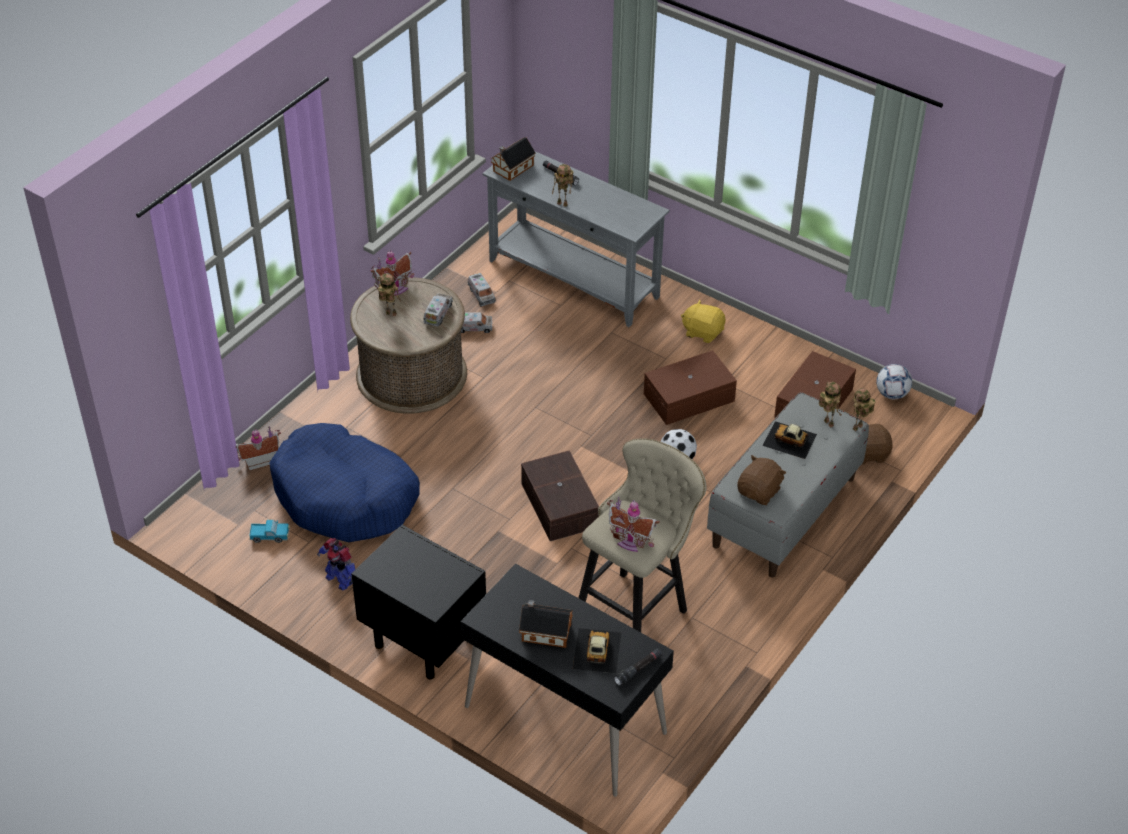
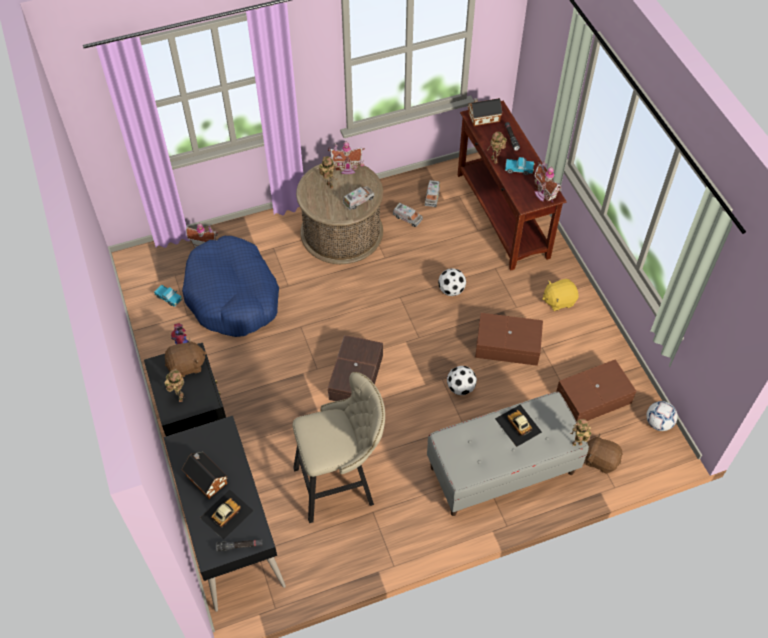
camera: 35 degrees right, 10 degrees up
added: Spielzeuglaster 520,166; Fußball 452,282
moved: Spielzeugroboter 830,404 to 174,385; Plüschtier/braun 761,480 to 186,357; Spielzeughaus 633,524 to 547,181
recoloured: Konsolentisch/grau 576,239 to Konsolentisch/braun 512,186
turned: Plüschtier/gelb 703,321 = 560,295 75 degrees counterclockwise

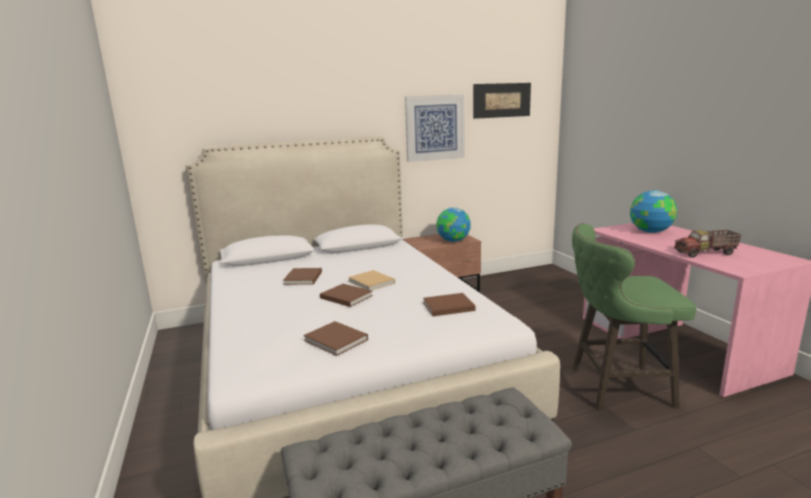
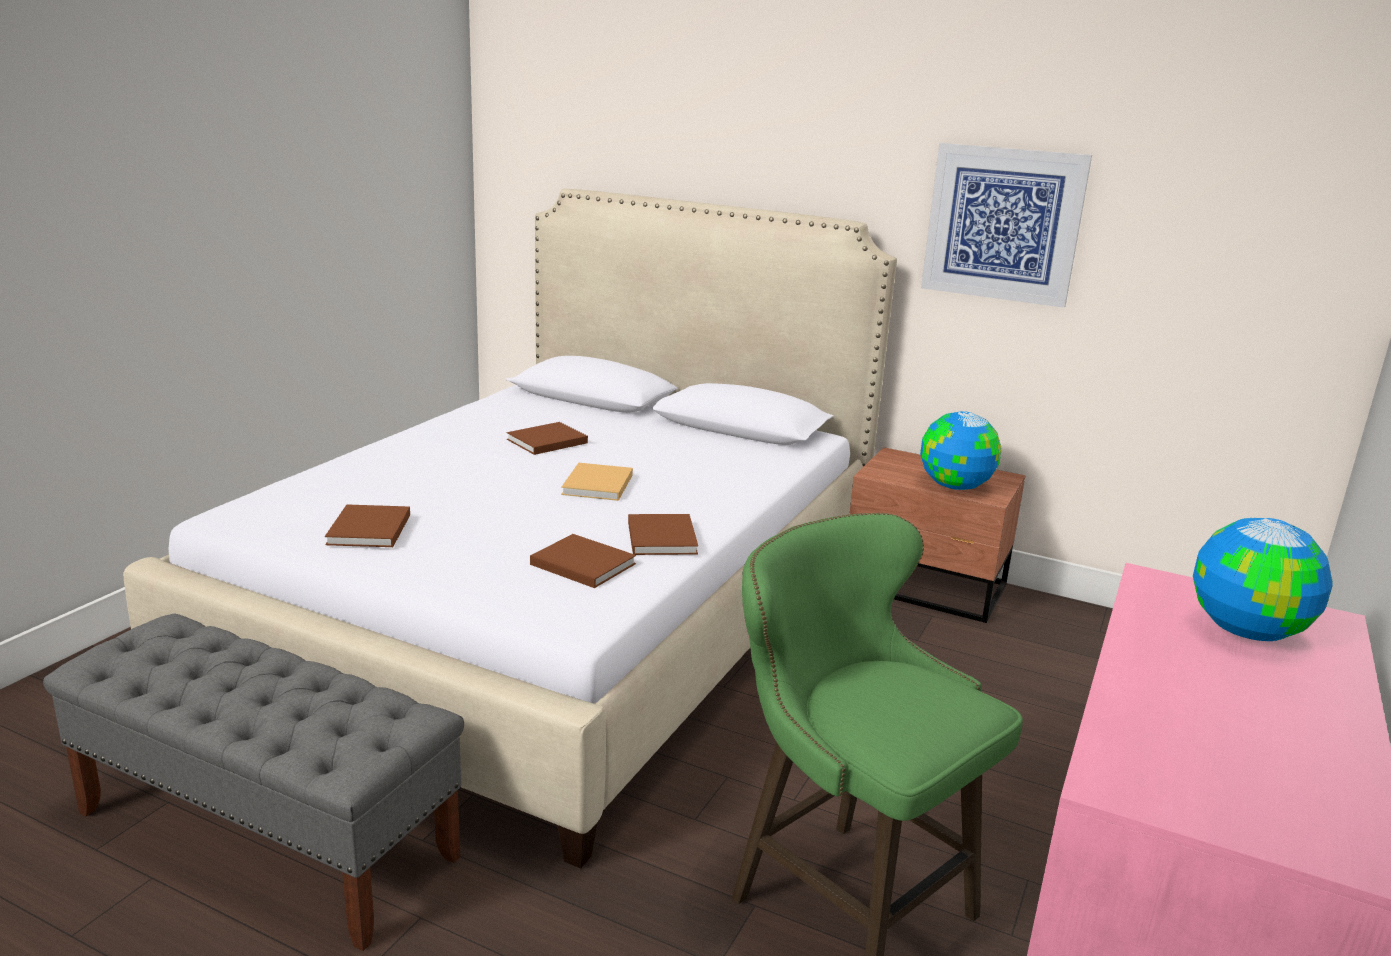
camera: 45 degrees right, 5 degrees up
removed: Bild 502,101; Spielzeuglaster 708,244
moved: Buch/braun 346,295 to 663,534

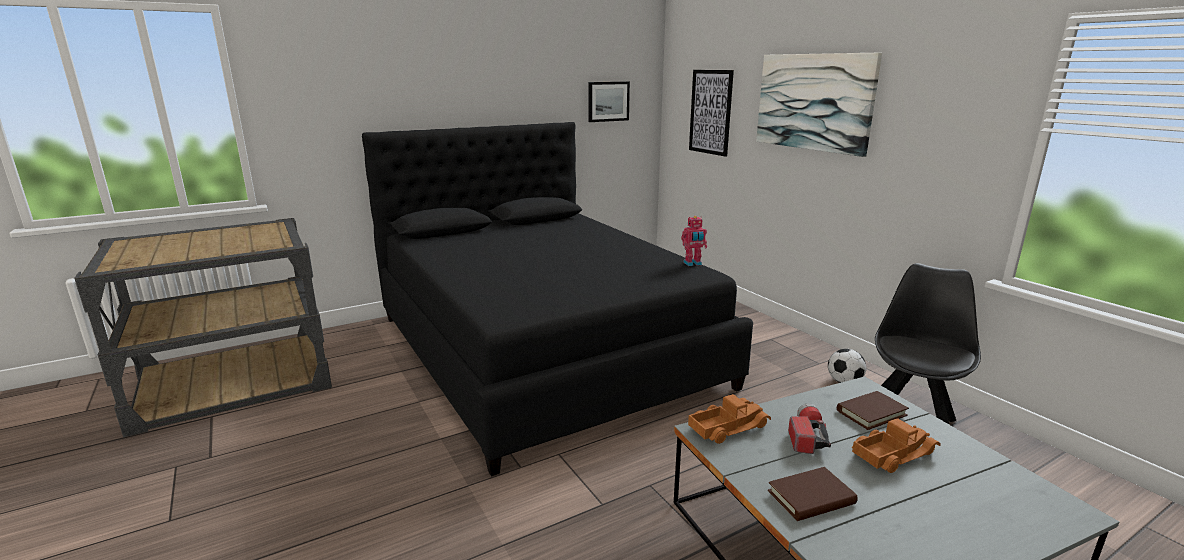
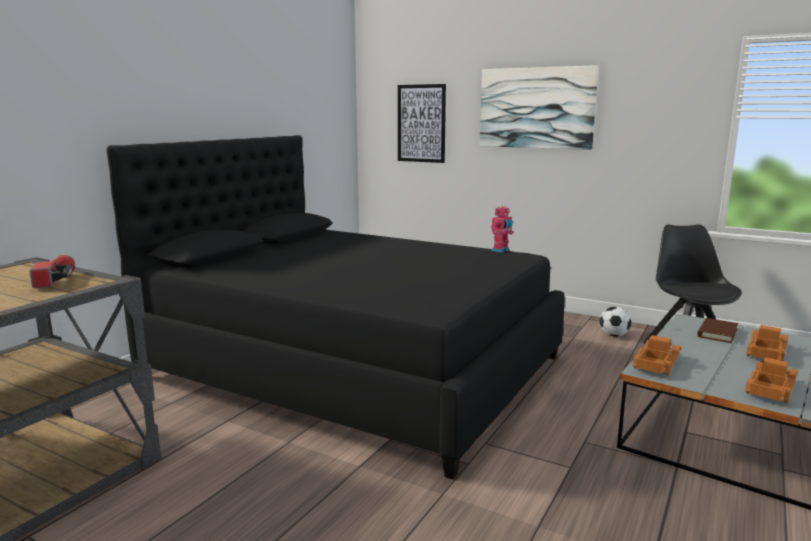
camera: 30 degrees left, 5 degrees down
removed: Bild 609,102
moved: Taschenlampe 809,428 to 52,271
replaced: Buch/braun 813,494 to Spielzeuglaster 771,380

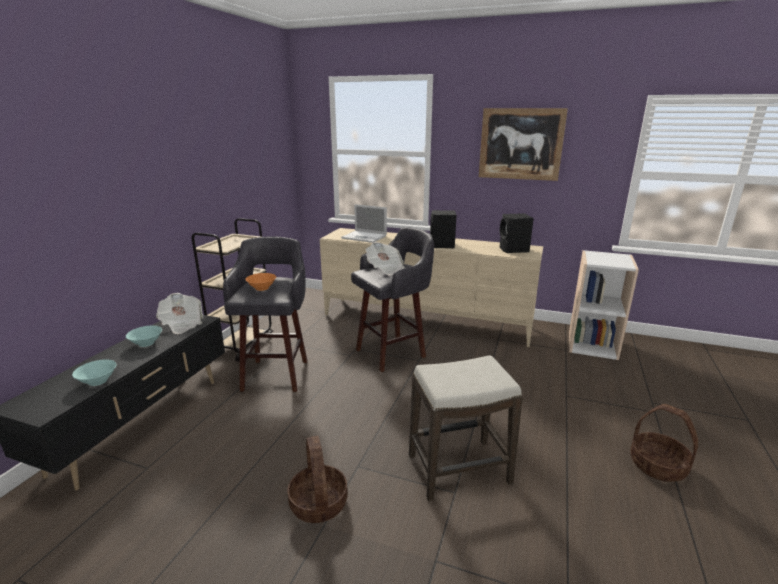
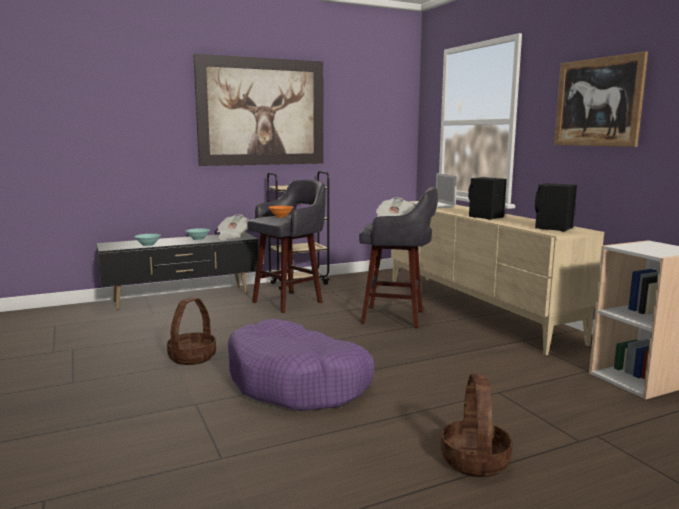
camera: 45 degrees right, 10 degrees down
added: Bild 258,110
replaced: Hocker 466,428 to Hundebett/lila 301,365

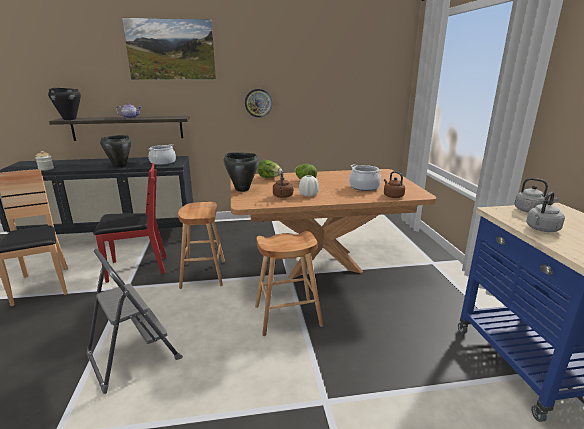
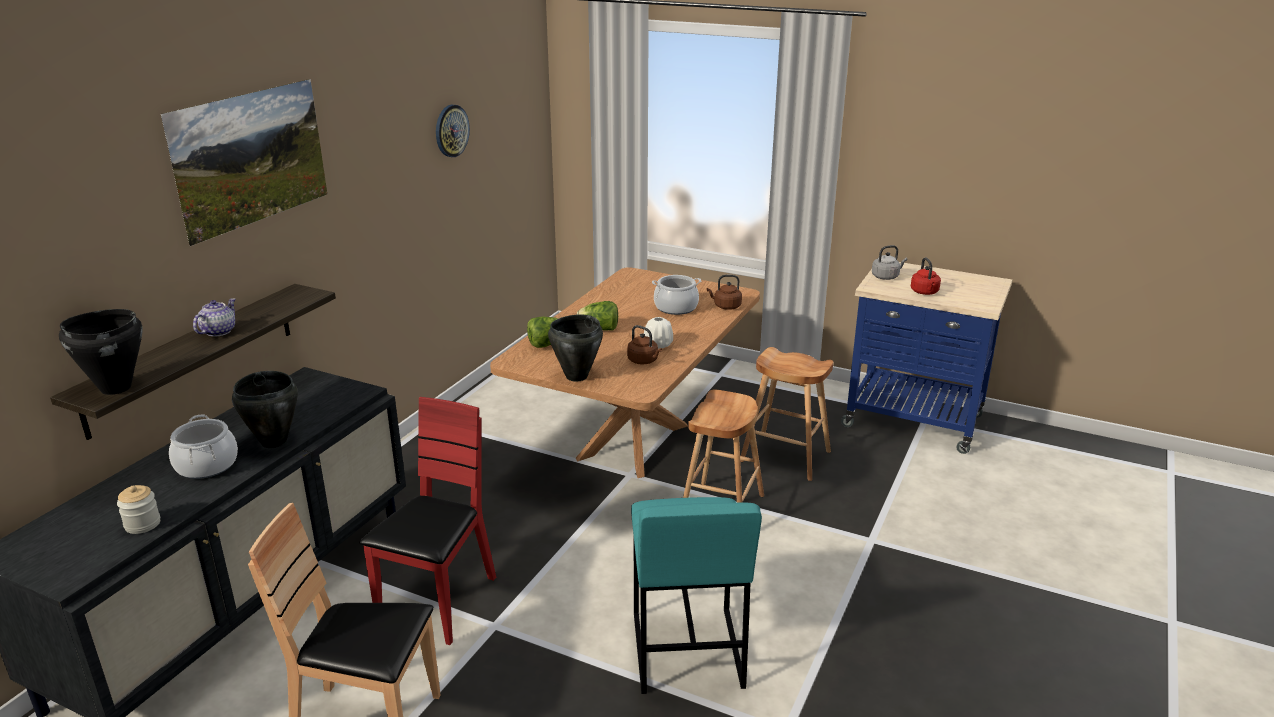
camera: 55 degrees left, 5 degrees up
moved: Wanduhr 258,103 to 453,131; Kochtopf 162,154 to 203,446; Hocker/braun 201,245 to 786,414
replaced: Trittleiter/grau 135,321 to Stuhl/türkis 696,595
recoloured: Wasserkessel/grau 545,212 to Wasserkessel/rot 926,276

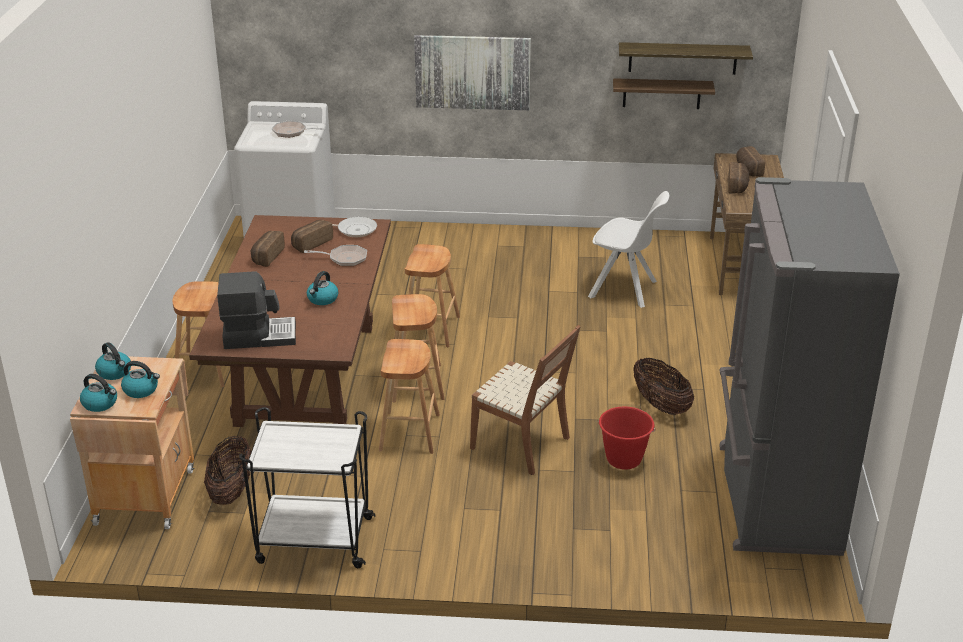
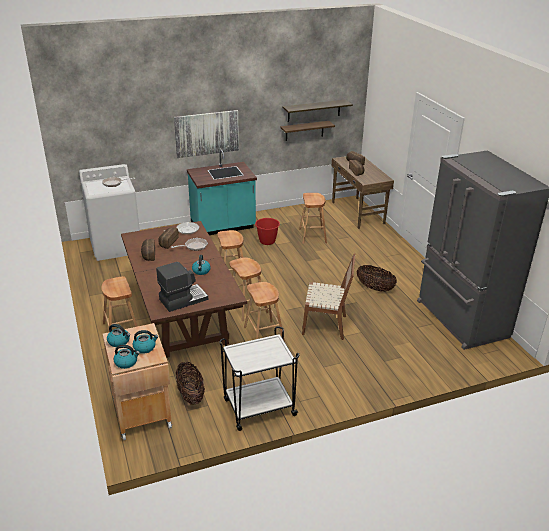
camera: 25 degrees left, 0 degrees up
added: Küchenzeile/türkis 222,192
moved: Eimer/rot 627,438 to 267,231
replaced: Stuhl/weiß 628,249 to Hocker/braun 313,218

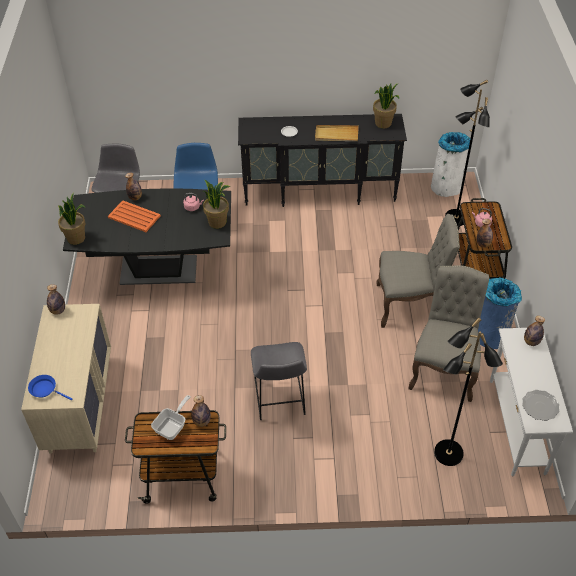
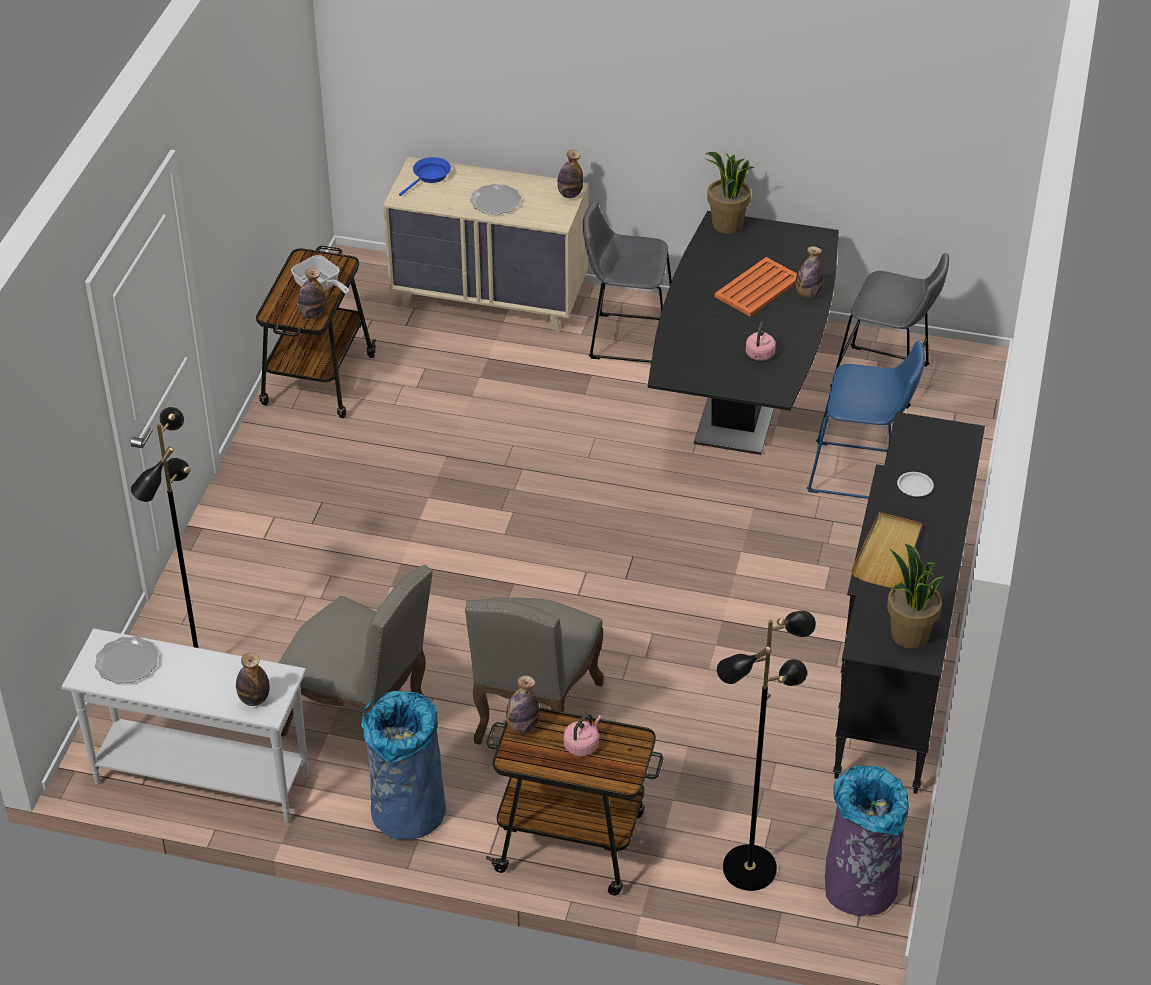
camera: 105 degrees right, 5 degrees down
removed: Topfpflanze 216,204
added: Teller 496,199
moved: Hocker/grau 279,381 to 627,282
recoloured: Mülleimer/weiß 450,164 to Mülleimer/lila 867,841

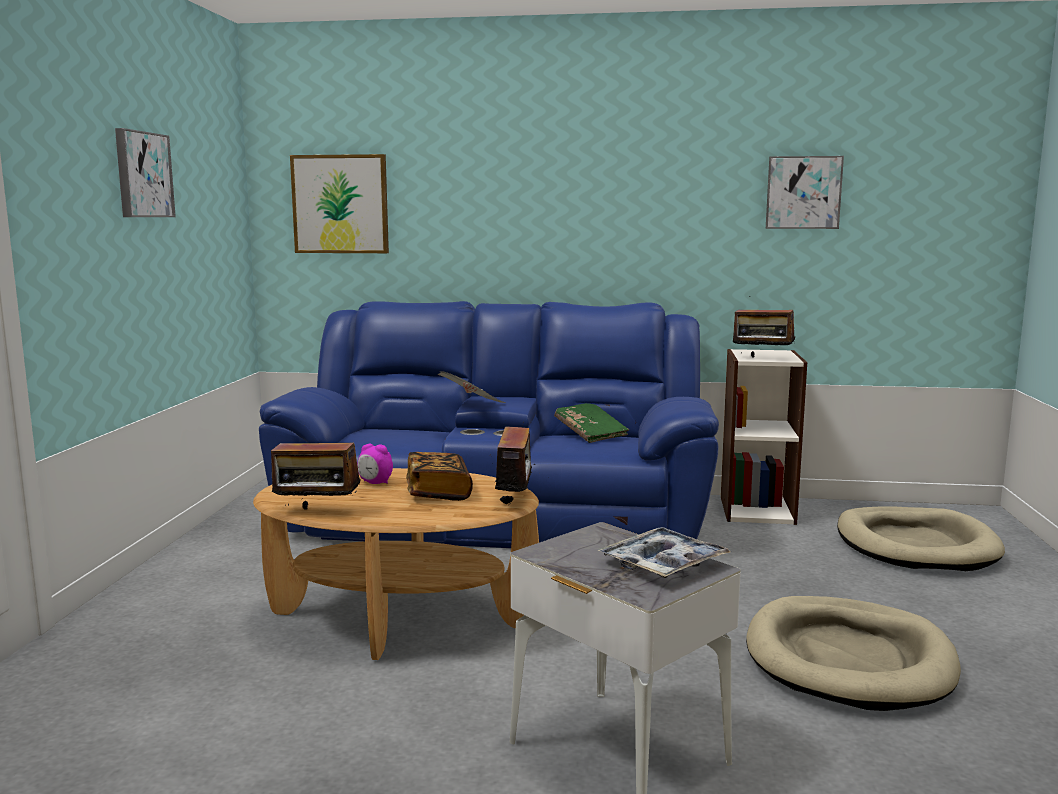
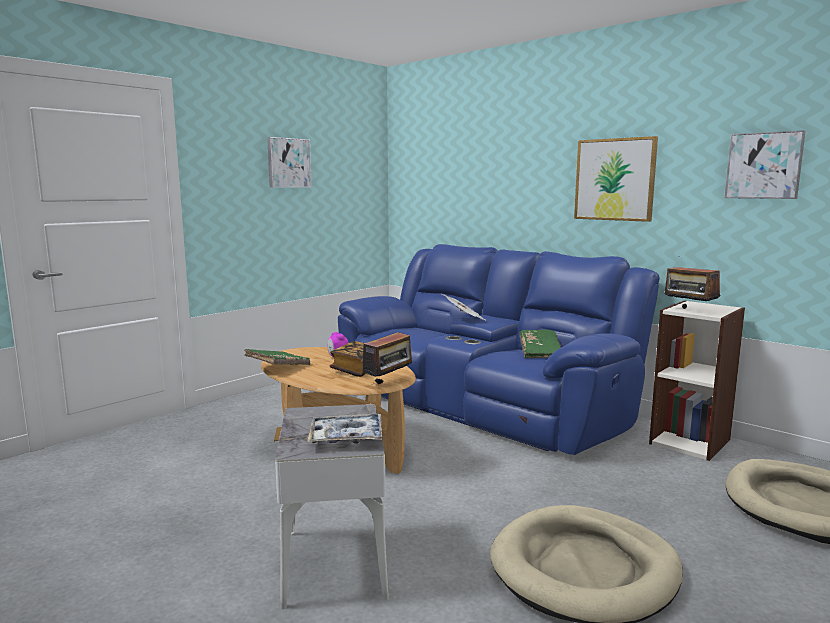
camera: 35 degrees right, 0 degrees up
moved: Bild 339,203 to 616,179
replaced: Radio 316,469 to Buch/grün 277,357

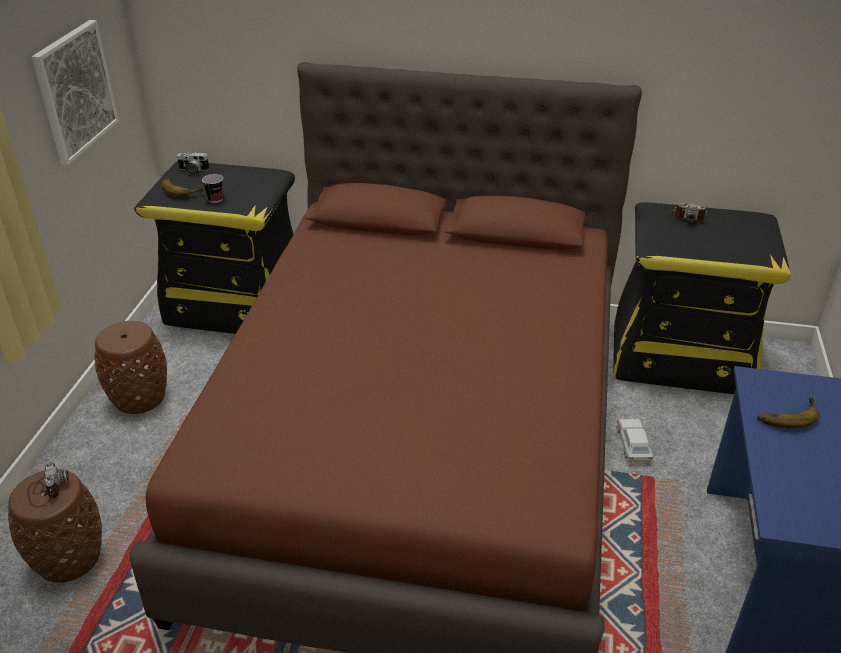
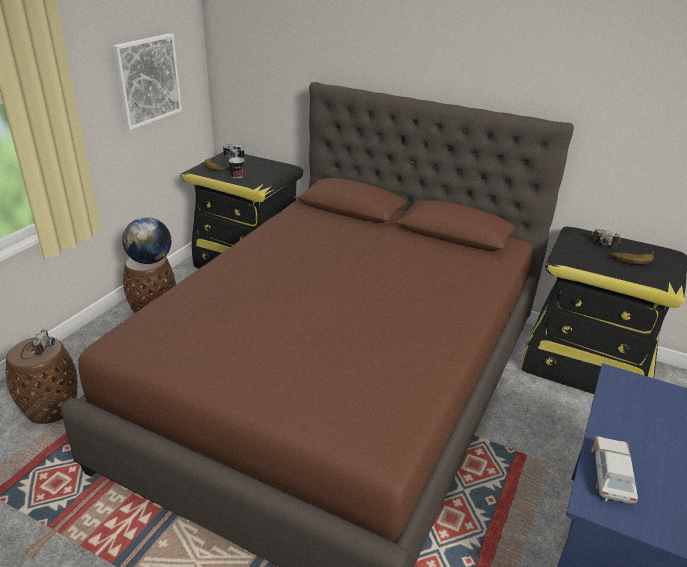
camera: 15 degrees right, 5 degrees down
added: Globus 146,240
moved: Banane 788,413 to 632,258; Spielzeugauto 634,441 to 614,470

